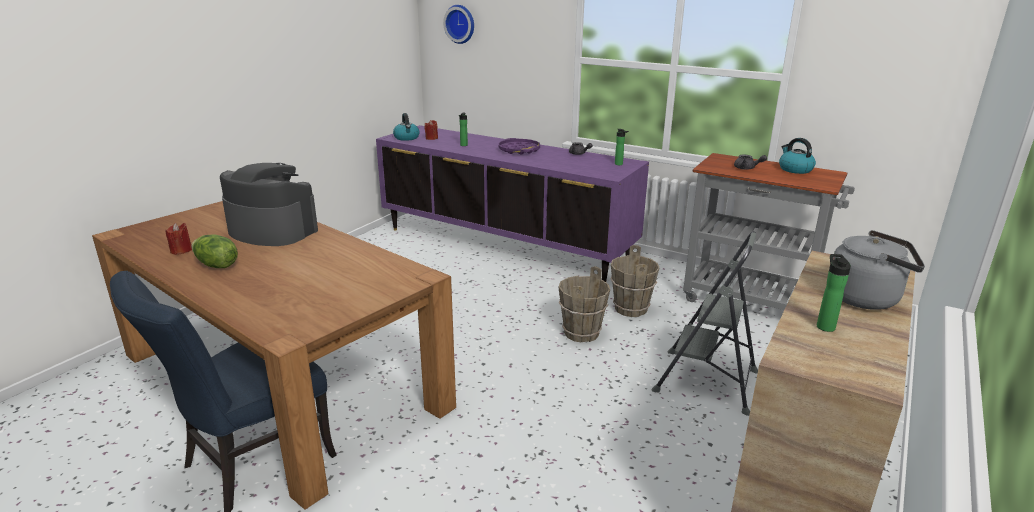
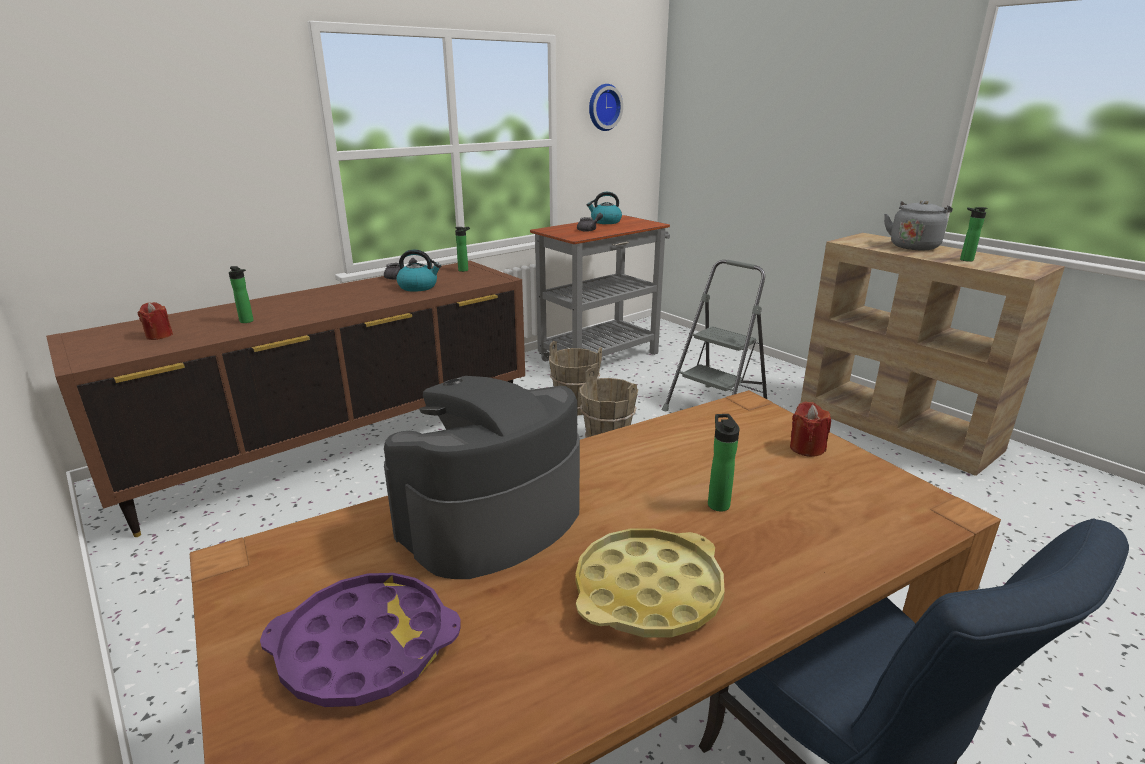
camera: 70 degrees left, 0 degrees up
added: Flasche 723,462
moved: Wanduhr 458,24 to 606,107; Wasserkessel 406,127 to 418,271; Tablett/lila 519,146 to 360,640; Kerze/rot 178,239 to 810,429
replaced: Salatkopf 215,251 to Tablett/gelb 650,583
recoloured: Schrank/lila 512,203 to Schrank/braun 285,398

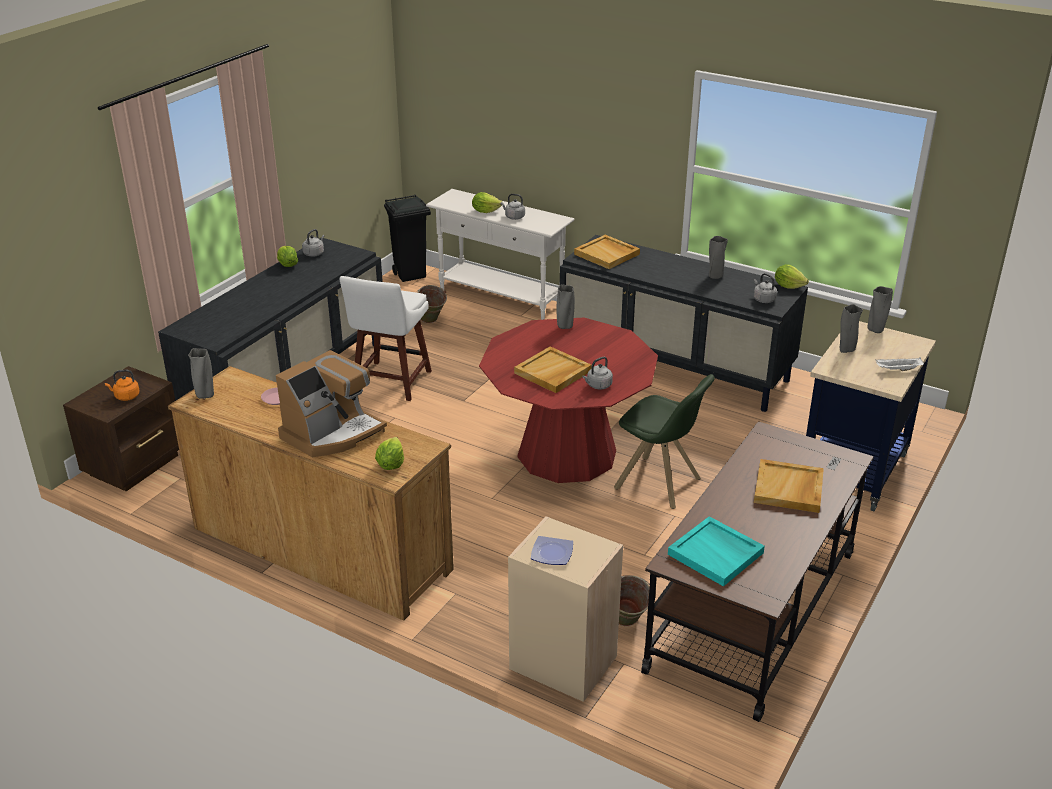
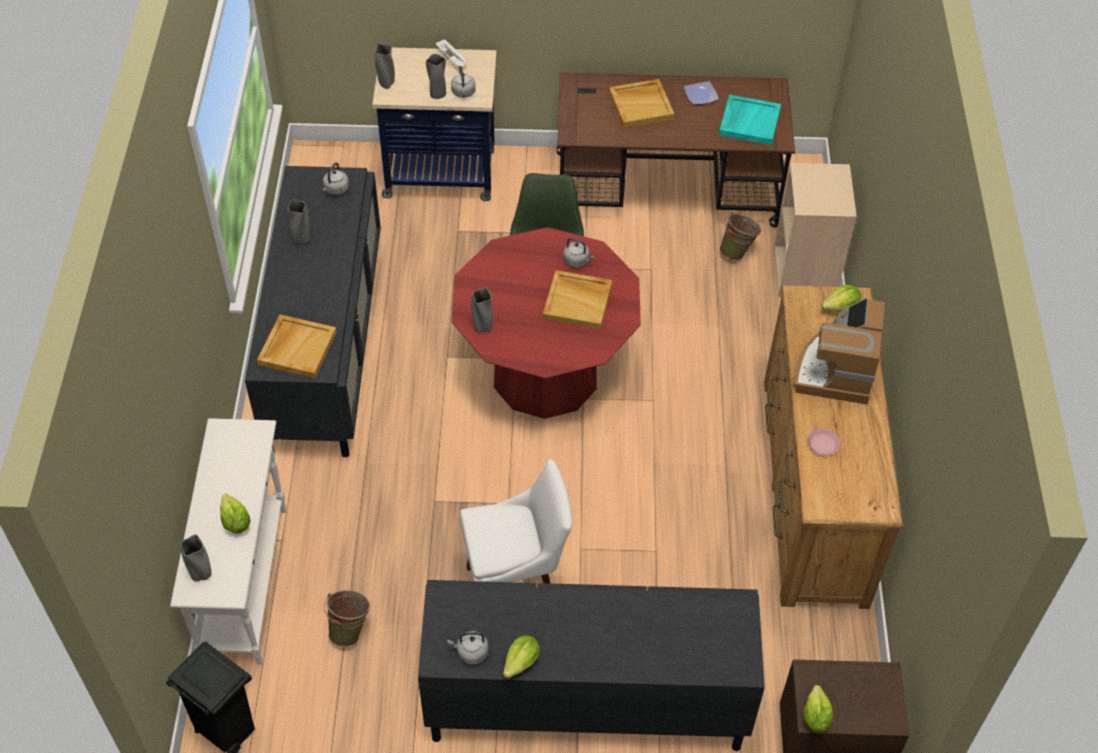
camera: 120 degrees left, 20 degrees up
removed: Wasserkessel/orange 122,385
moved: Wasserkessel/grau 513,207 to 463,82; Salatkopf 792,276 to 818,709; Vase/grau 201,373 to 196,557; Teller 552,550 to 701,93
turned: Kaffeemaschine 331,403 = 839,351 90 degrees counterclockwise

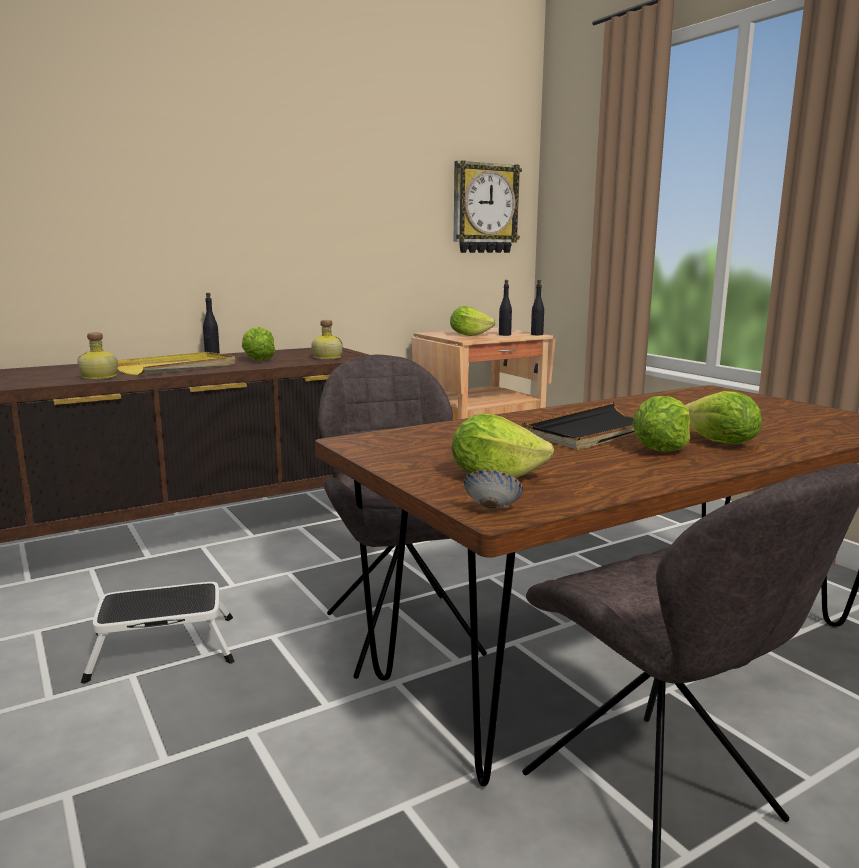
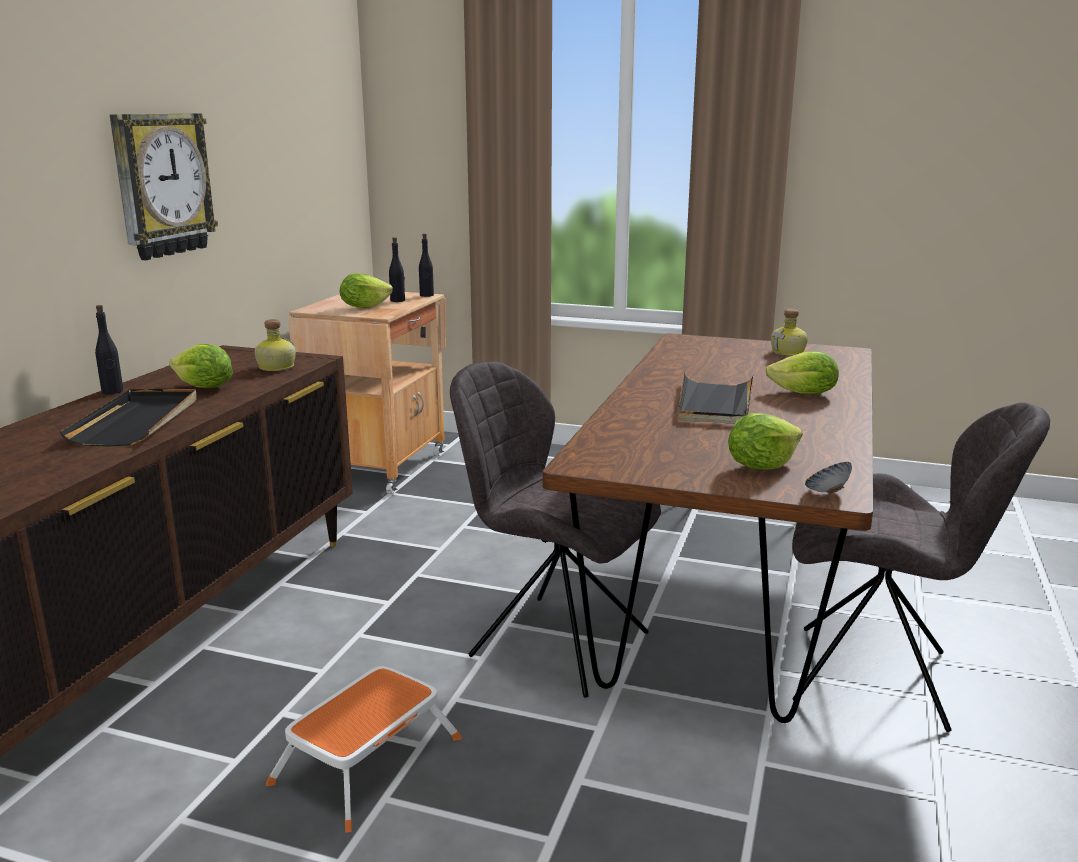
camera: 40 degrees left, 5 degrees up
removed: Salatkopf 661,423
moved: Wanduhr 488,206 to 164,186; Flasche 97,356 to 789,332
recoloured: Tablett/gelb 176,364 to Tablett/schwarz 128,418; Trittleiter/schwarz 157,633 to Trittleiter/orange 364,749

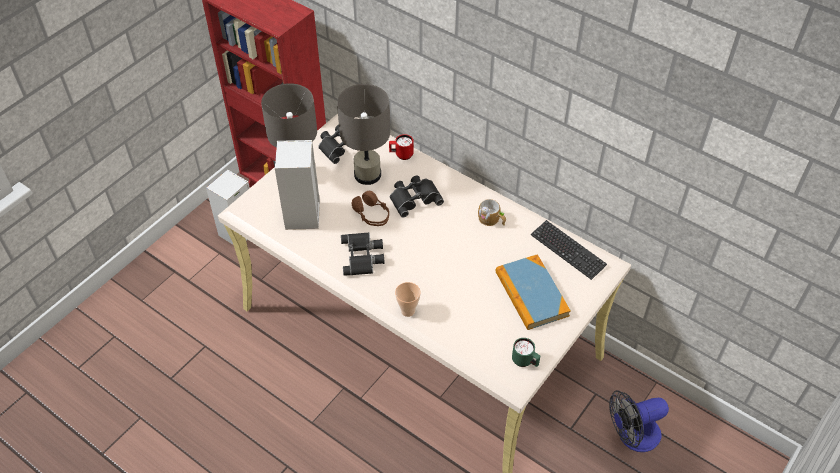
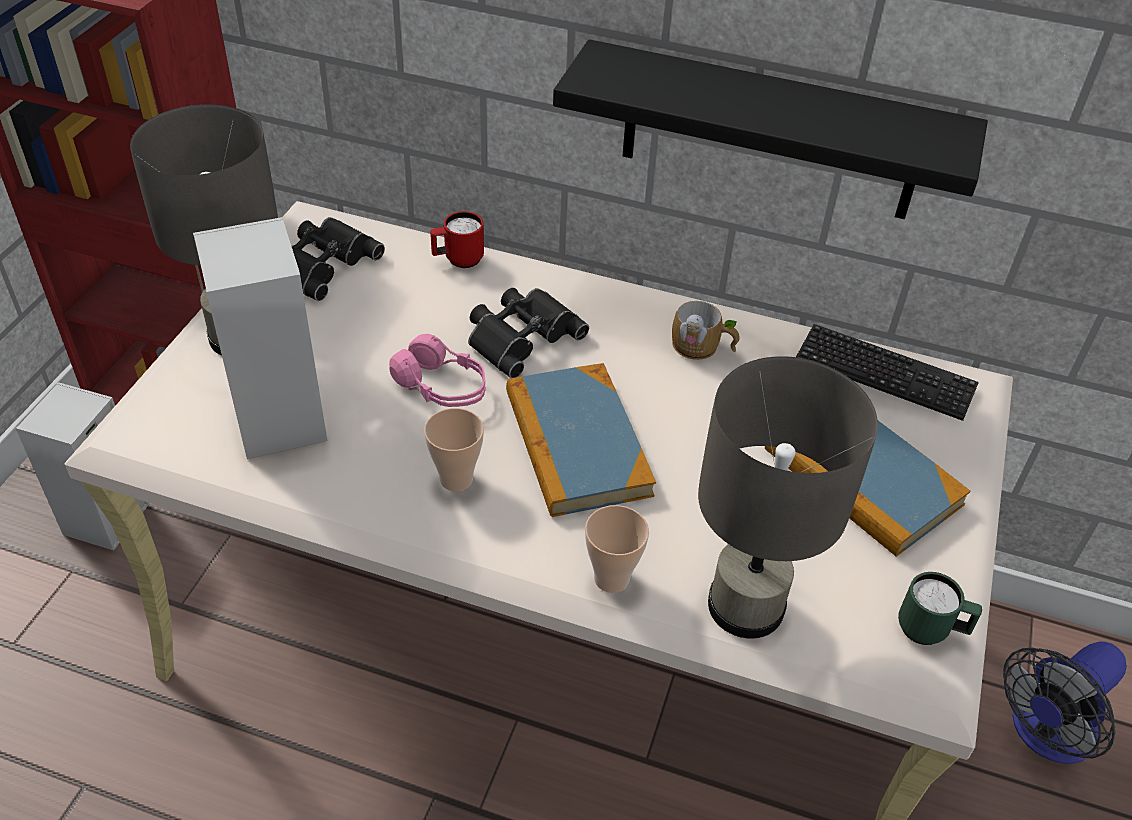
camera: 20 degrees left, 5 degrees down
added: Wandregal/schwarz 770,129; Buch 581,440
moved: Tischlampe/grau 363,134 to 788,497
replaced: Fernglas/schwarz 363,254 to Tasse 454,450
recoloured: Kopfhörer/braun 370,208 to Kopfhörer/rosa 437,370

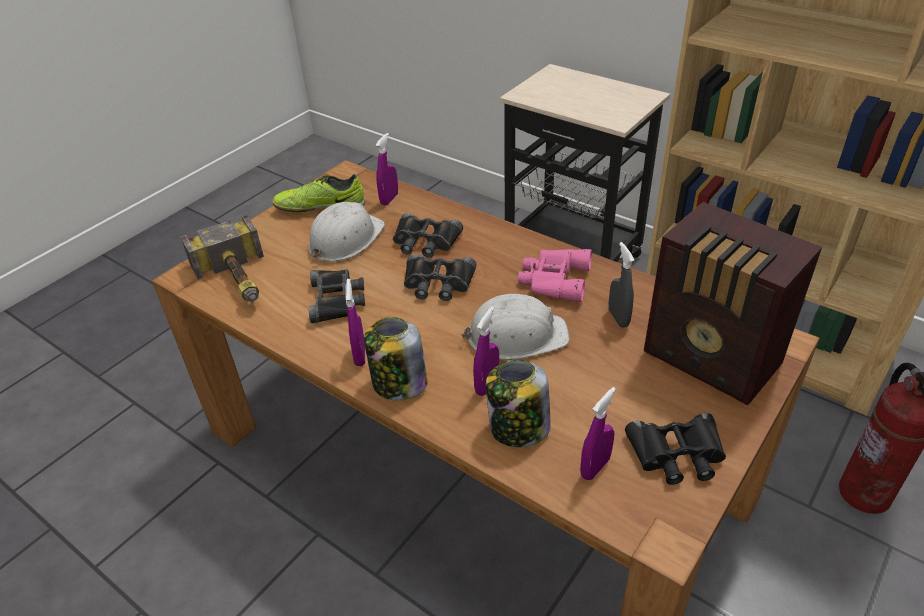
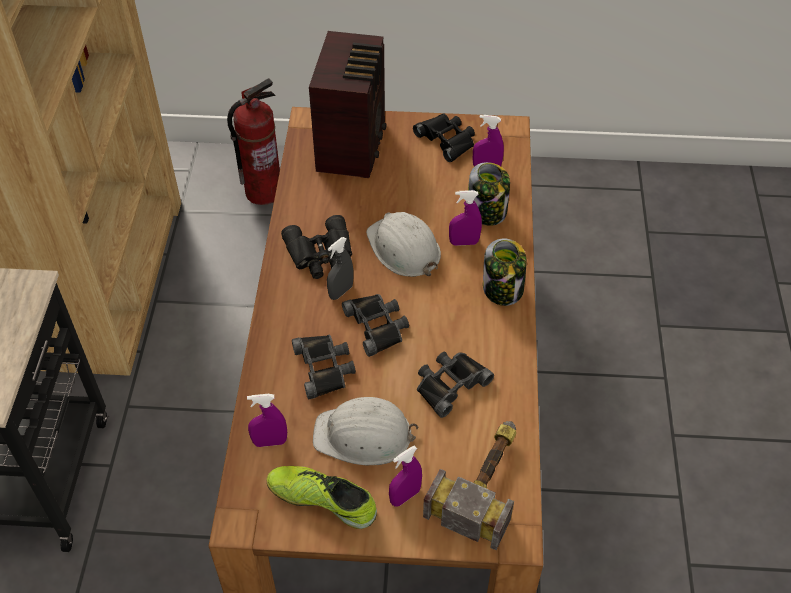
camera: 125 degrees left, 10 degrees up
moved: Sprühflasche/grau 622,285 to 340,268; Sprühflasche/lila 355,322 to 405,476
recoloured: Fernglas/rosa 555,275 to Fernglas/schwarz 316,247
turned: Schuh 318,193 = 322,497 150 degrees clockwise

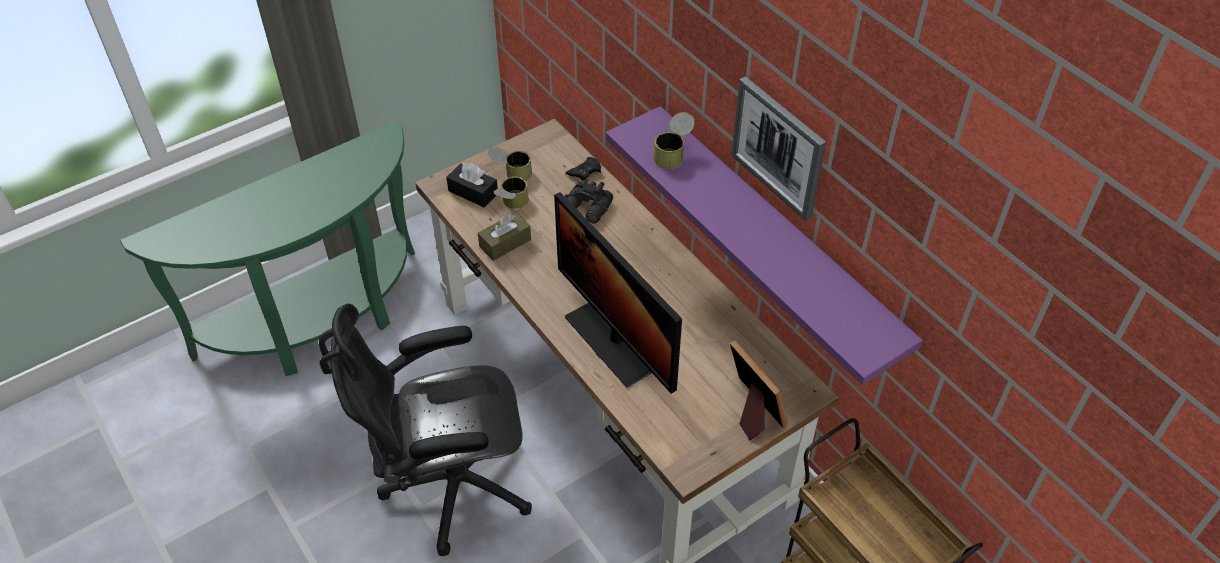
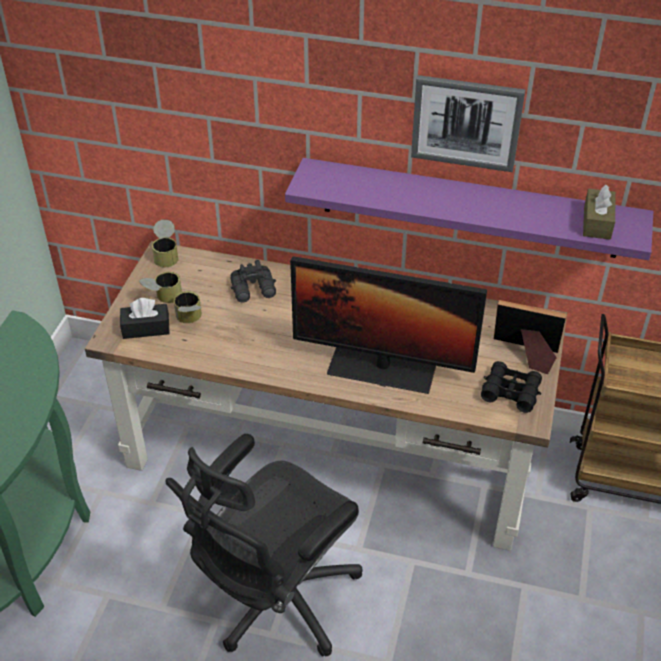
camera: 40 degrees left, 5 degrees down
removed: Gamepad/schwarz 583,169
added: Fernglas/schwarz 511,387
moved: Dose 674,140 to 165,243; Taschentuchbox/braun 504,236 to 599,212

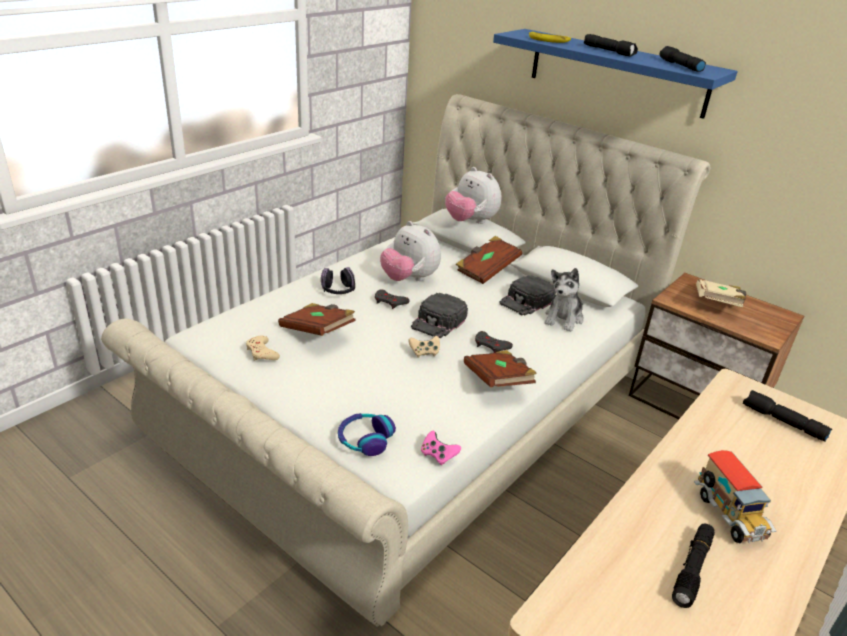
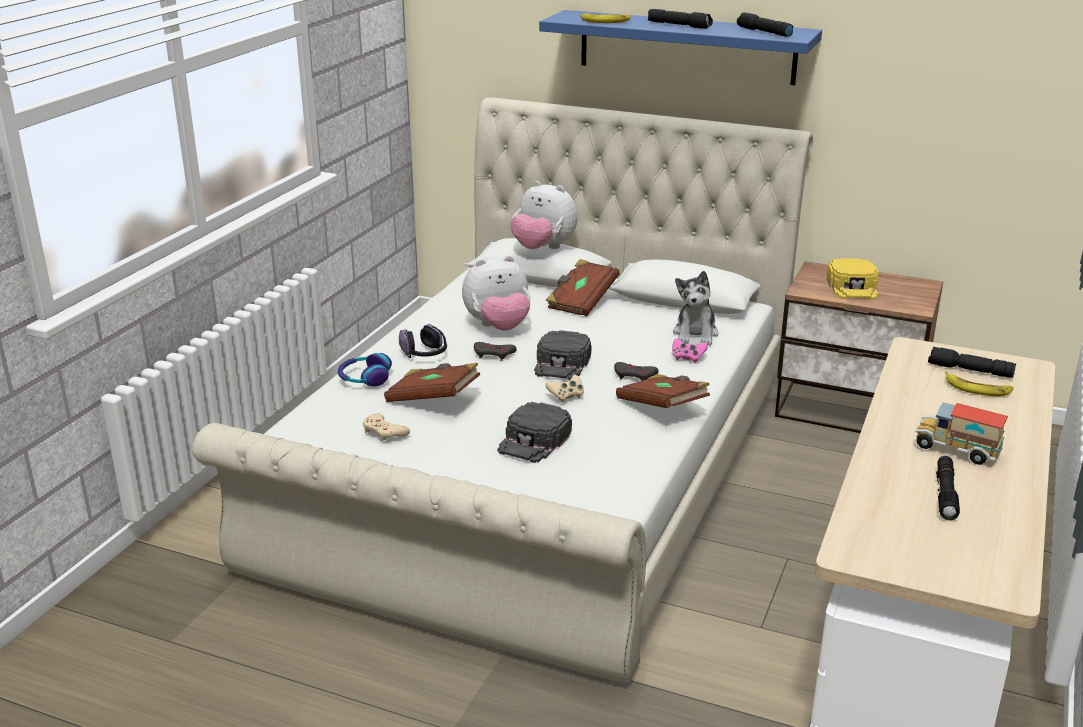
camera: 15 degrees left, 5 degrees down
added: Banane 979,384
moved: Kappe/schwarz 527,295 to 535,432; Kopfhörer 367,434 to 365,369; Gamepad/rosa 441,448 to 690,351
replaced: Buch/beige 721,293 to Kappe/gelb 853,279
turned: Plüschtier 410,251 = 496,293 45 degrees counterclockwise; Spielzeuglaster 735,497 = 961,433 150 degrees clockwise

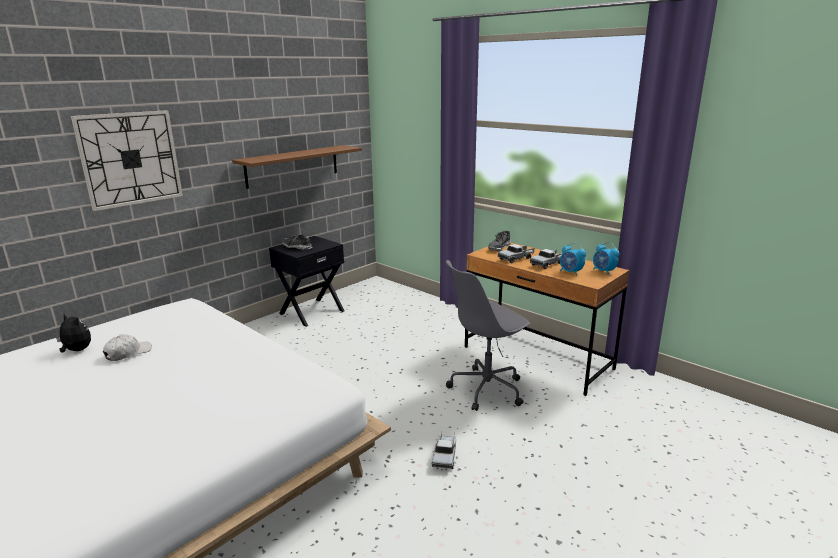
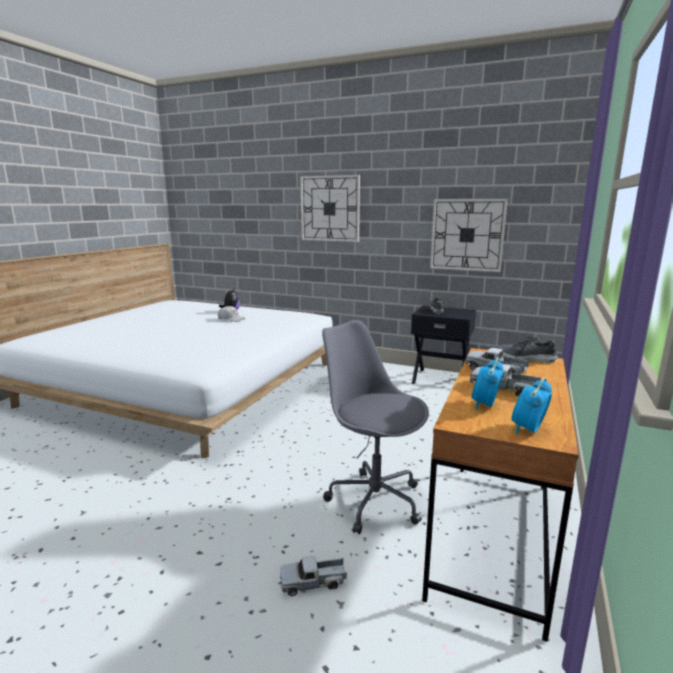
camera: 70 degrees right, 5 degrees down
moved: Spielzeuglaster 444,450 to 313,576
replaced: Wandregal/braun 297,167 to Wanduhr 469,235

